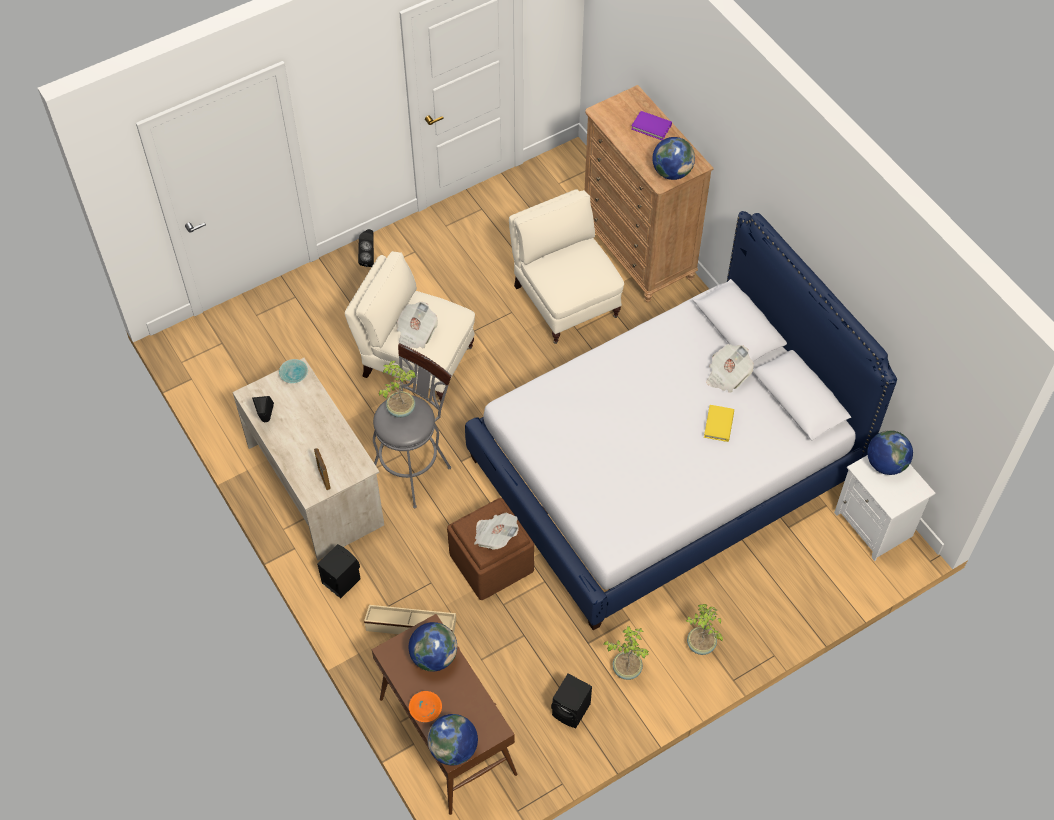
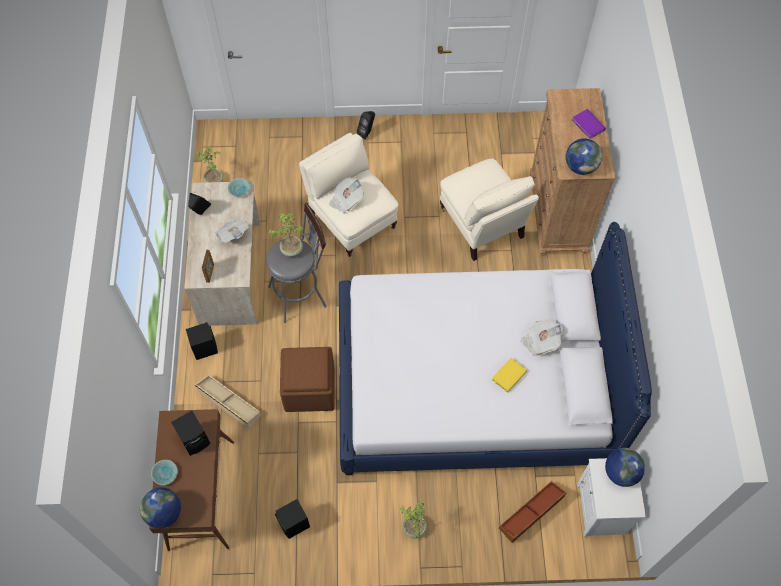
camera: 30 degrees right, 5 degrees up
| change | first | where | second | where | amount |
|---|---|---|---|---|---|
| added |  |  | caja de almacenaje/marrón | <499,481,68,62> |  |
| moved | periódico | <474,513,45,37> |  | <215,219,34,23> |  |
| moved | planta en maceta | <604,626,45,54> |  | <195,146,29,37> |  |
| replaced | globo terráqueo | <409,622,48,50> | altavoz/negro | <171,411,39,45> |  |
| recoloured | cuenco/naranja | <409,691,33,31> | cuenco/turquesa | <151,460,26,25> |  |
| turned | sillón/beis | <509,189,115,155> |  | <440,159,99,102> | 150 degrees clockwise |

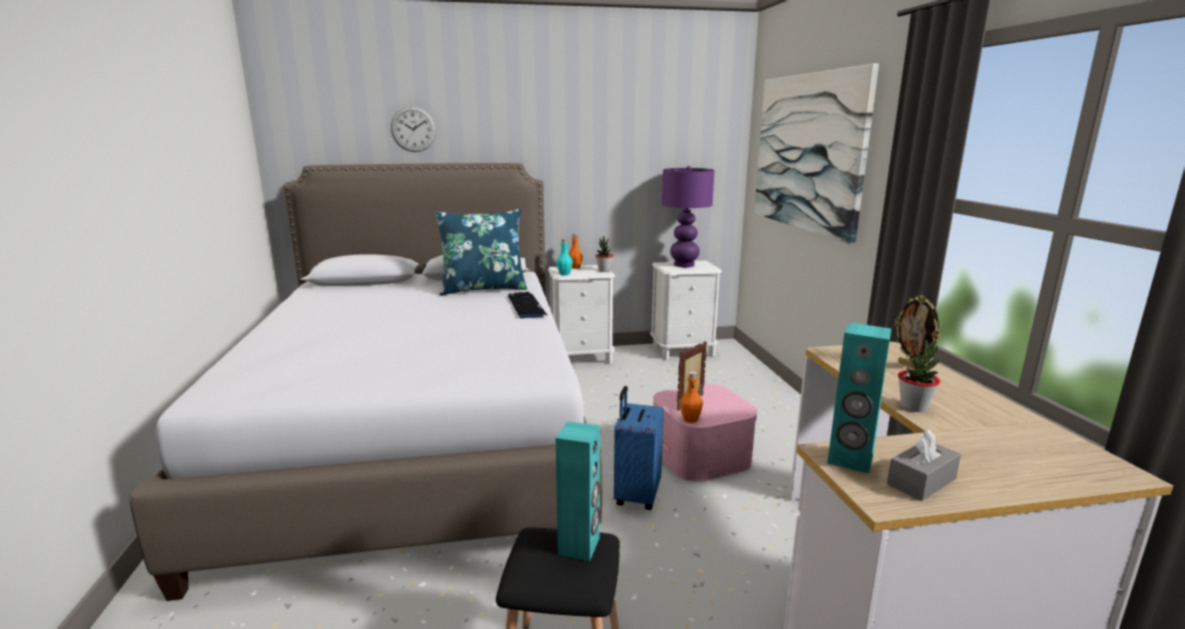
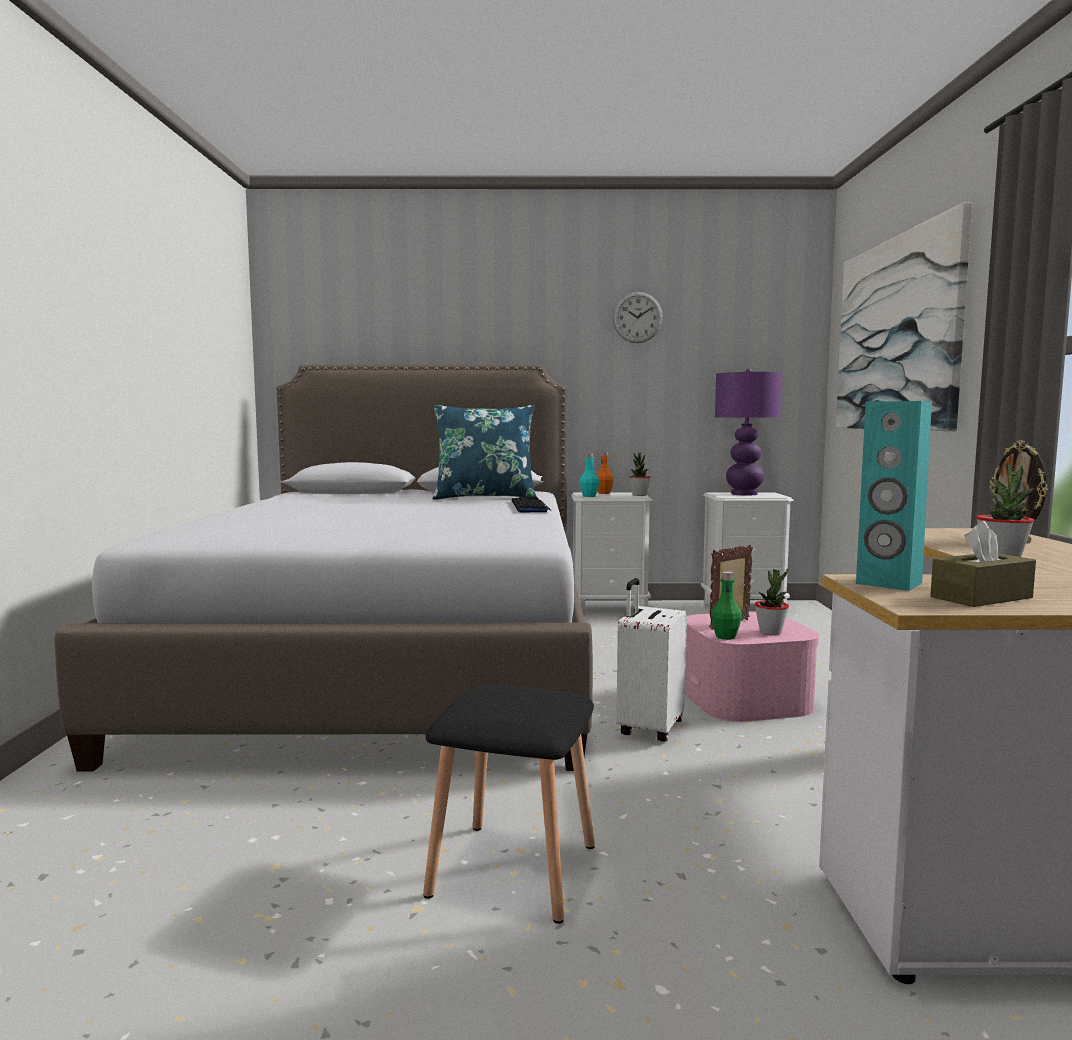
camera: 10 degrees right, 10 degrees down
| change | first | where | second | where | amount |
|---|---|---|---|---|---|
| removed | altavoz/turquesa | <556,421,44,140> |  |  |  |
| added |  |  | planta en maceta | <755,569,34,66> |  |
| moved | reloj de pared | <391,106,45,46> |  | <612,292,51,51> |  |
| recoloured | maleta/azul | <614,386,50,124> | maleta/blanco | <616,578,71,164> |  |
| recoloured | botella/naranja | <680,371,23,52> | botella/verde | <711,572,31,68> |  |
| recoloured | caja de pañuelos/gris | <887,429,74,72> | caja de pañuelos/marrón | <930,521,106,86> |  |

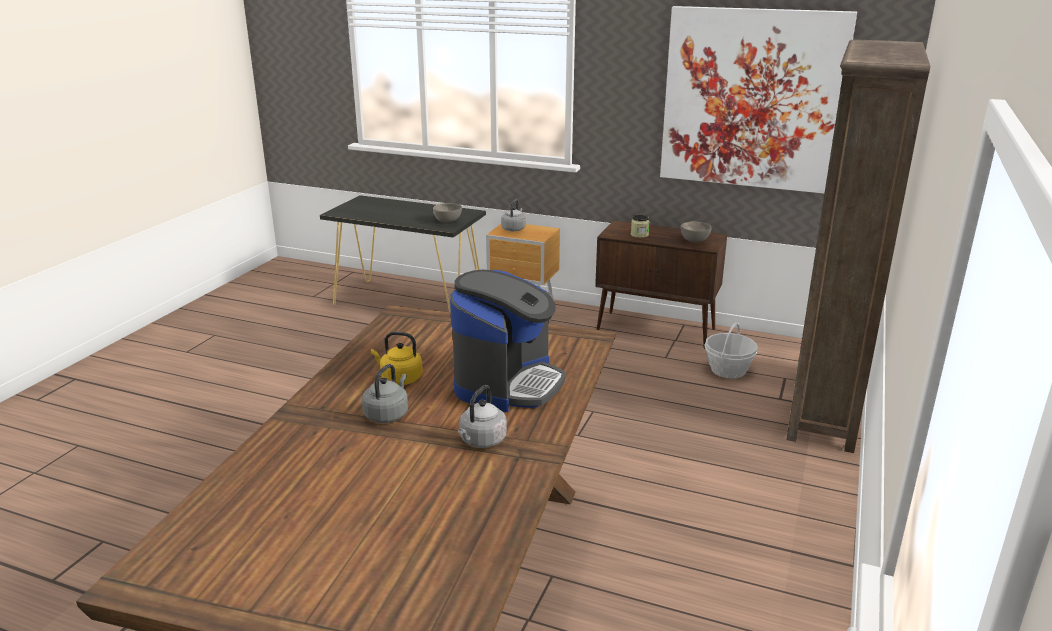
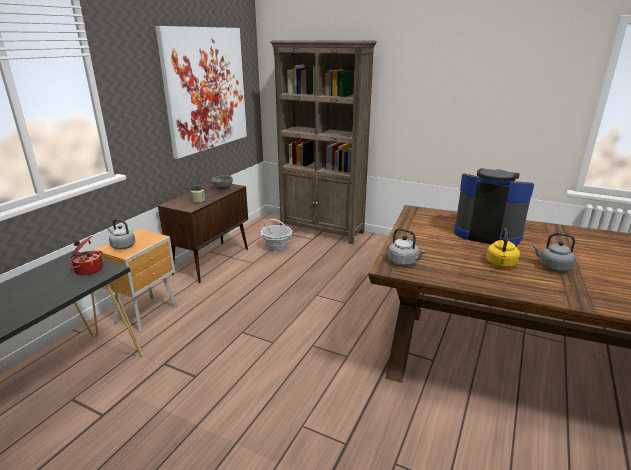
camera: 85 degrees left, 0 degrees up
| change | first | where | second | where | amount |
|---|---|---|---|---|---|
| moved | hervidor/gris | <458,385,49,63> |  | <388,228,38,38> |  |
| replaced | cuenco/gris | <433,203,29,20> | olla | <69,236,34,39> |  |

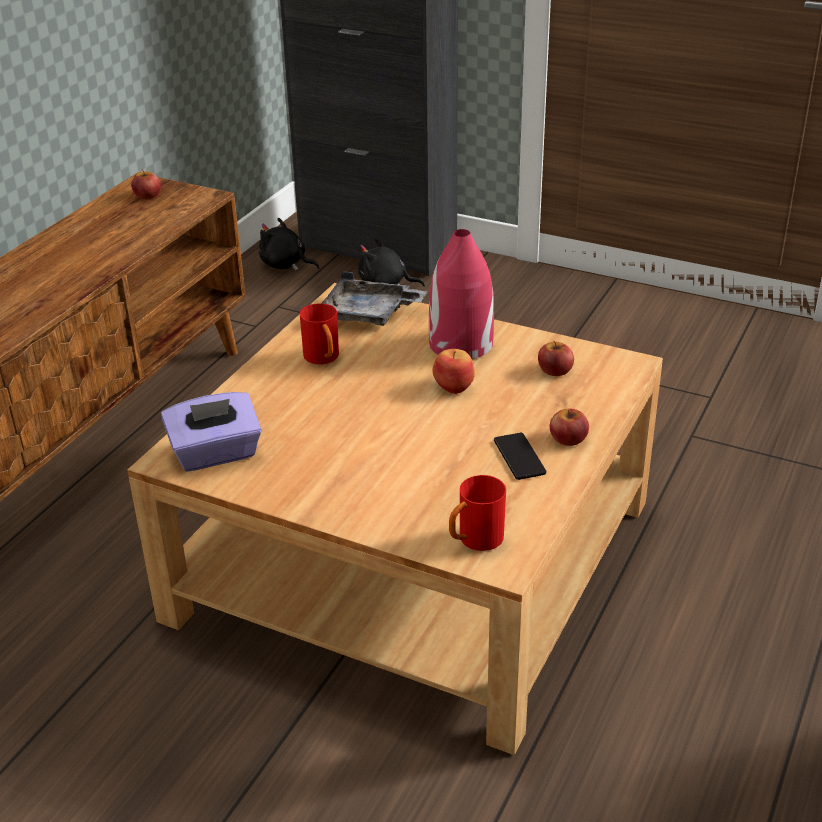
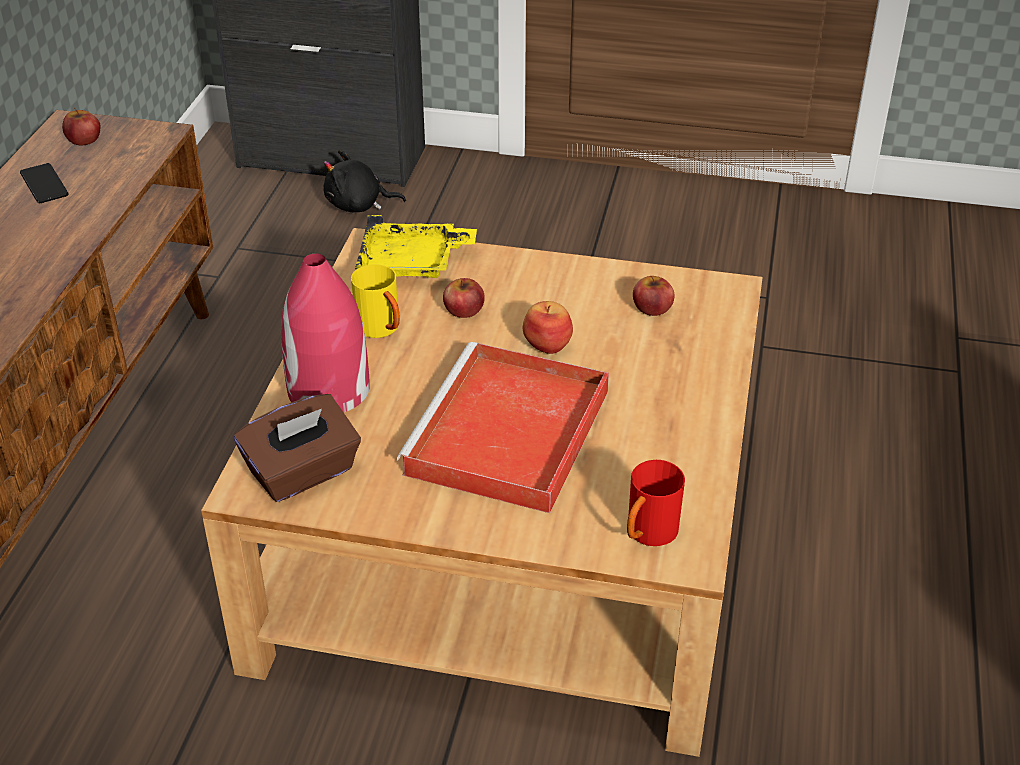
camera: 15 degrees left, 5 degrees up
| change | first | where | second | where | amount |
|---|---|---|---|---|---|
| removed | peluche/negro | <259,218,60,53> |  |  |  |
| added |  |  | bandeja/rojo | <397,342,212,171> |  |
| moved | florero/rojo | <429,229,65,130> |  | <281,254,89,158> |  |
| moved | móvil | <494,433,53,47> |  | <20,163,48,40> |  |
| moved | manzana | <550,409,39,37> |  | <443,278,42,40> |  |
| recoloured | caja de pañuelos/morado | <161,392,101,80> | caja de pañuelos/marrón | <234,394,127,108> |  |
| recoloured | taza grande/rojo | <300,303,39,61> | taza grande/amarillo | <351,264,49,74> |  |
| recoloured | bandeja/gris | <322,271,105,55> | bandeja/amarillo | <355,215,122,63> |  |

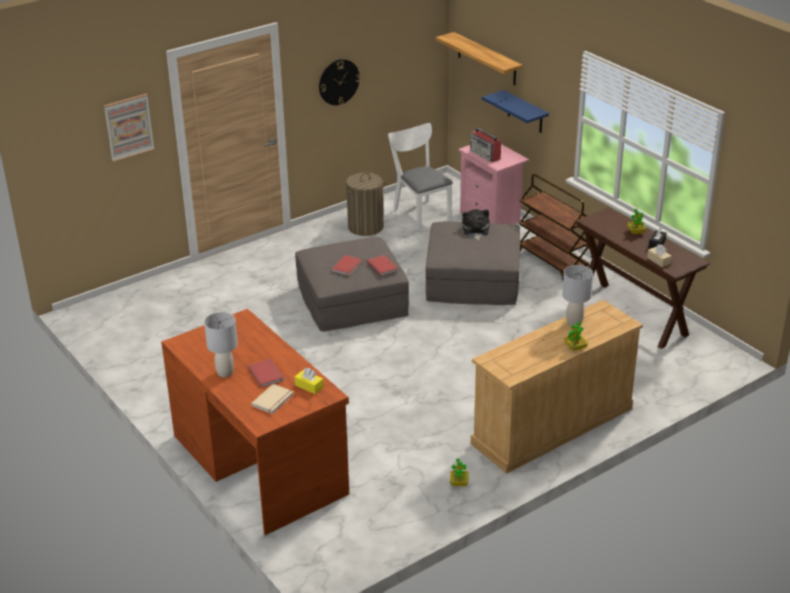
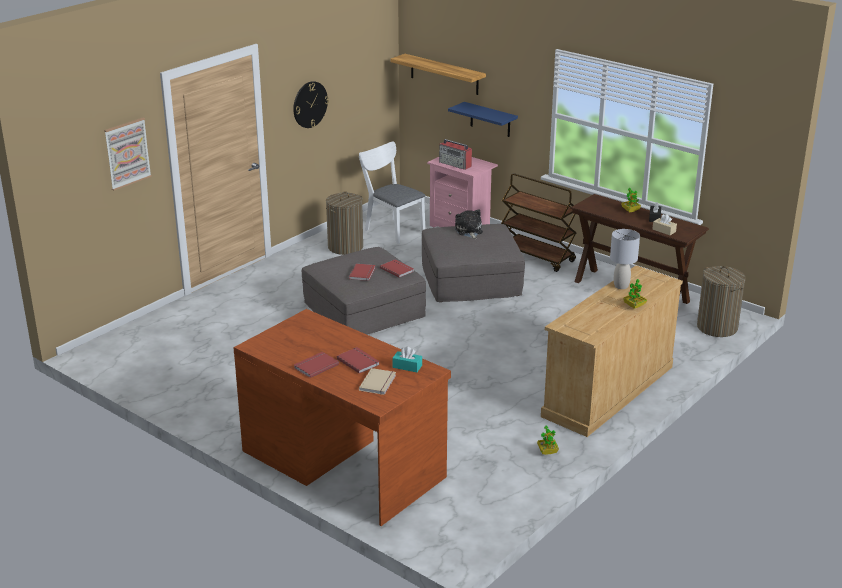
camera: 15 degrees left, 5 degrees down
| change | first | where | second | where | amount |
|---|---|---|---|---|---|
| added |  |  | cesto de la ropa | <697,266,49,71> |  |
| replaced | lámpara de mesa/gris | <204,312,34,65> | libro/rojo | <294,352,45,26> |  |
| recoloured | caja de pañuelos/amarillo | <295,368,29,26> | caja de pañuelos/turquesa | <392,347,30,25> |  |

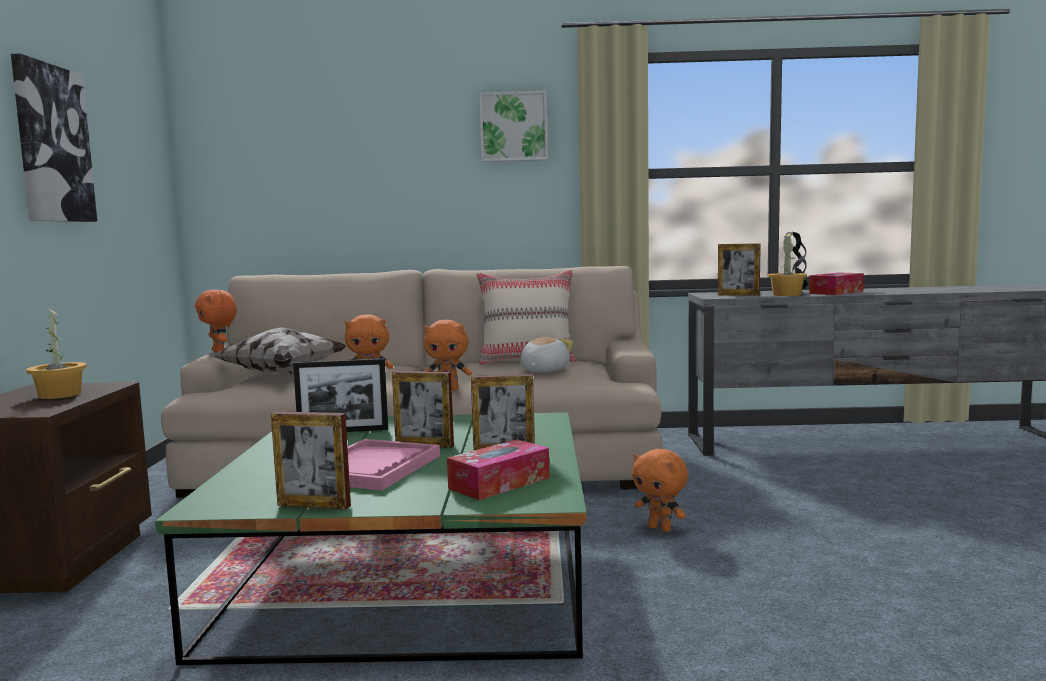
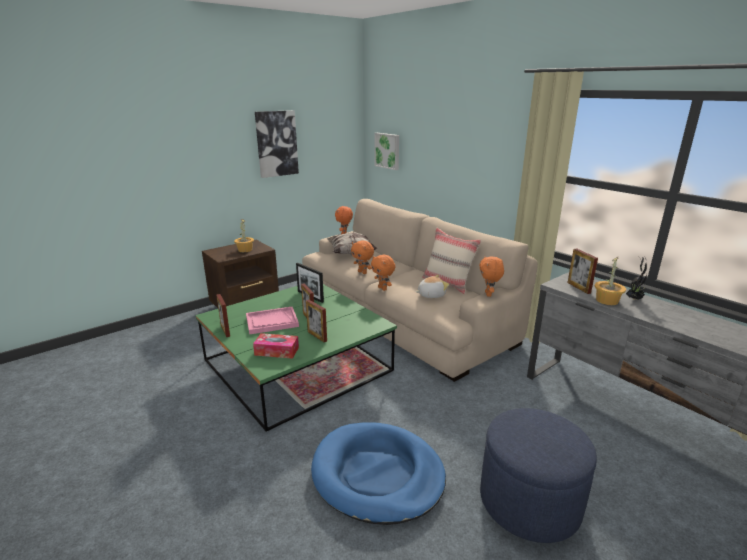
camera: 50 degrees right, 15 degrees up
| change | first | where | second | where | amount |
|---|---|---|---|---|---|
| removed | caja de pañuelos | <809,272,55,23> |  |  |  |
| added |  |  | cama para perro/azul | <311,422,135,103> |  |
| added |  |  | puf/azul | <480,408,117,135> |  |
| moved | cuadro | <479,91,69,71> |  | <374,133,25,37> |  |
| moved | peluche/naranja | <632,449,56,83> |  | <479,256,25,41> |  |

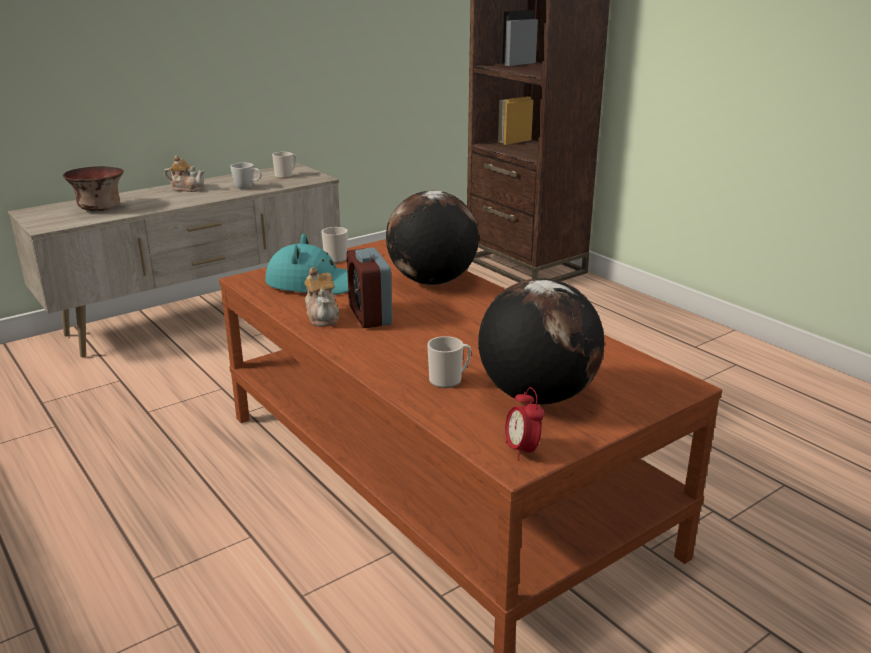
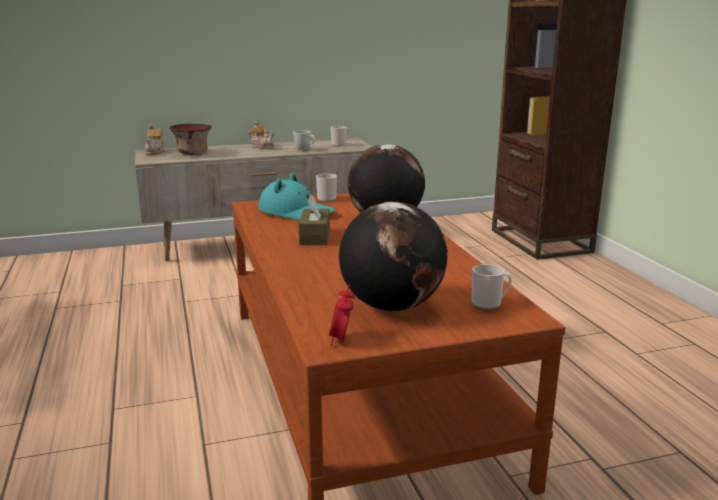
camera: 20 degrees right, 5 degrees down
| change | first | where | second | where | amount |
|---|---|---|---|---|---|
| moved | tetera | <304,267,35,60> |  | <145,124,20,31> |  |
| moved | taza grande | <428,336,43,52> |  | <472,264,40,46> |  |
| replaced | despertador | <347,247,45,81> | caja de pañuelos/marrón | <299,195,31,50> |  |

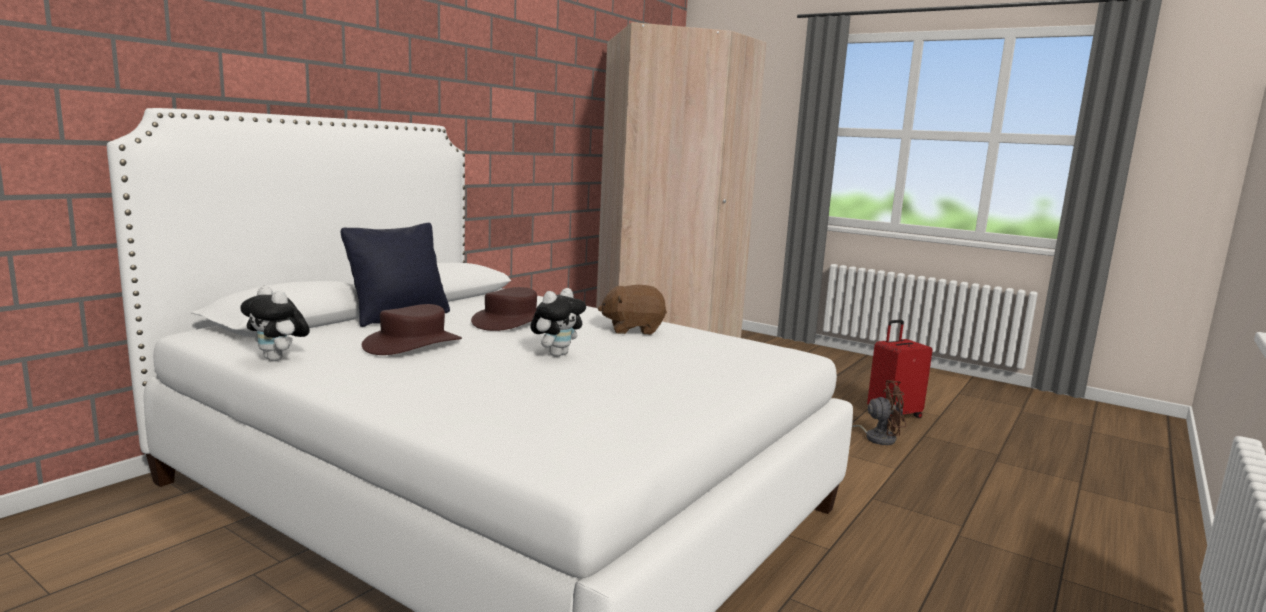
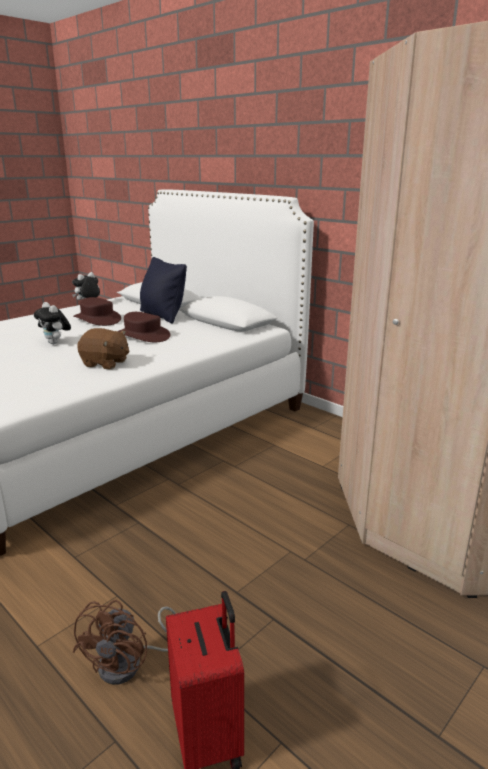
camera: 100 degrees right, 10 degrees up
| change | first | where | second | where | amount |
|---|---|---|---|---|---|
| turned | peluche/marrón | <598,285,69,50> |  | <77,328,52,41> | 105 degrees clockwise |

